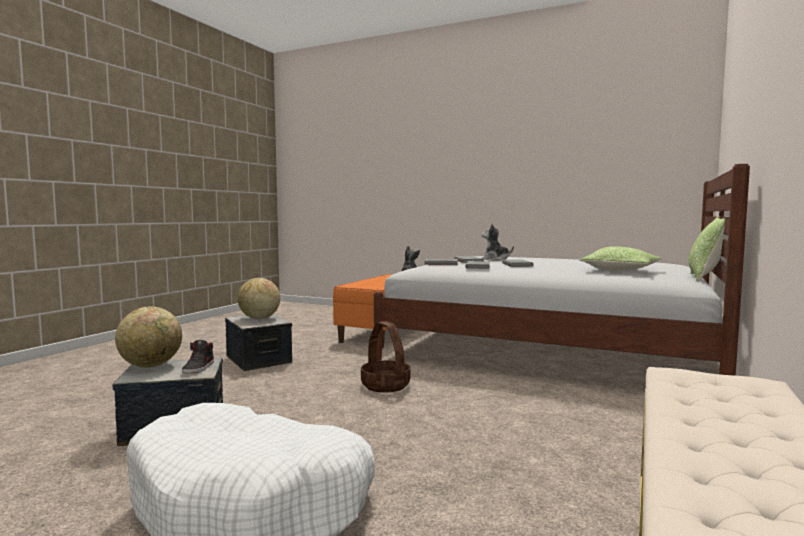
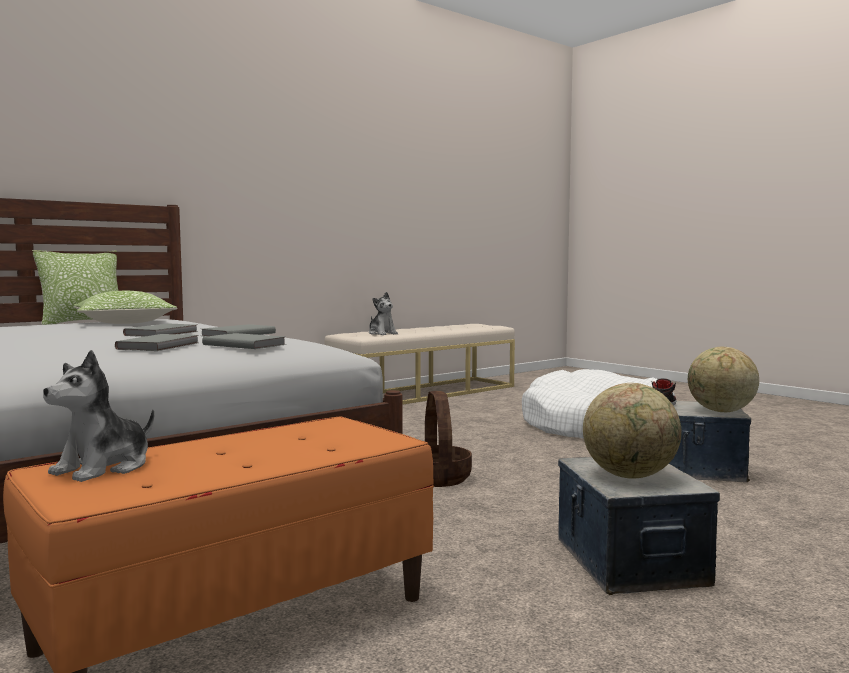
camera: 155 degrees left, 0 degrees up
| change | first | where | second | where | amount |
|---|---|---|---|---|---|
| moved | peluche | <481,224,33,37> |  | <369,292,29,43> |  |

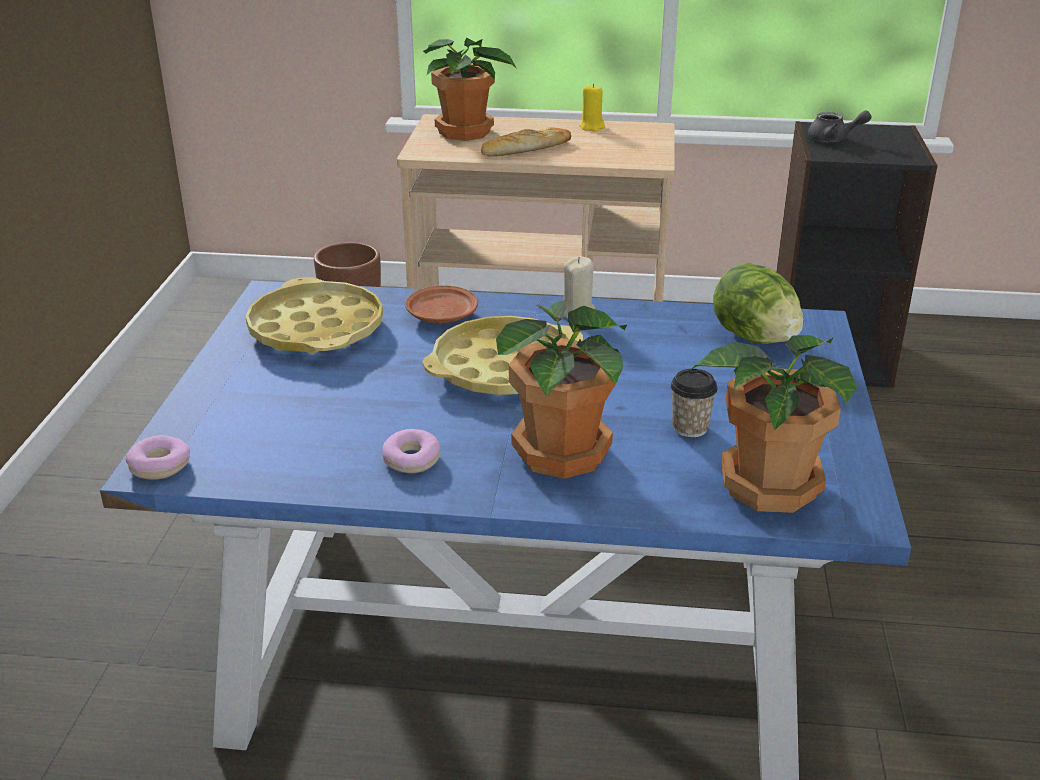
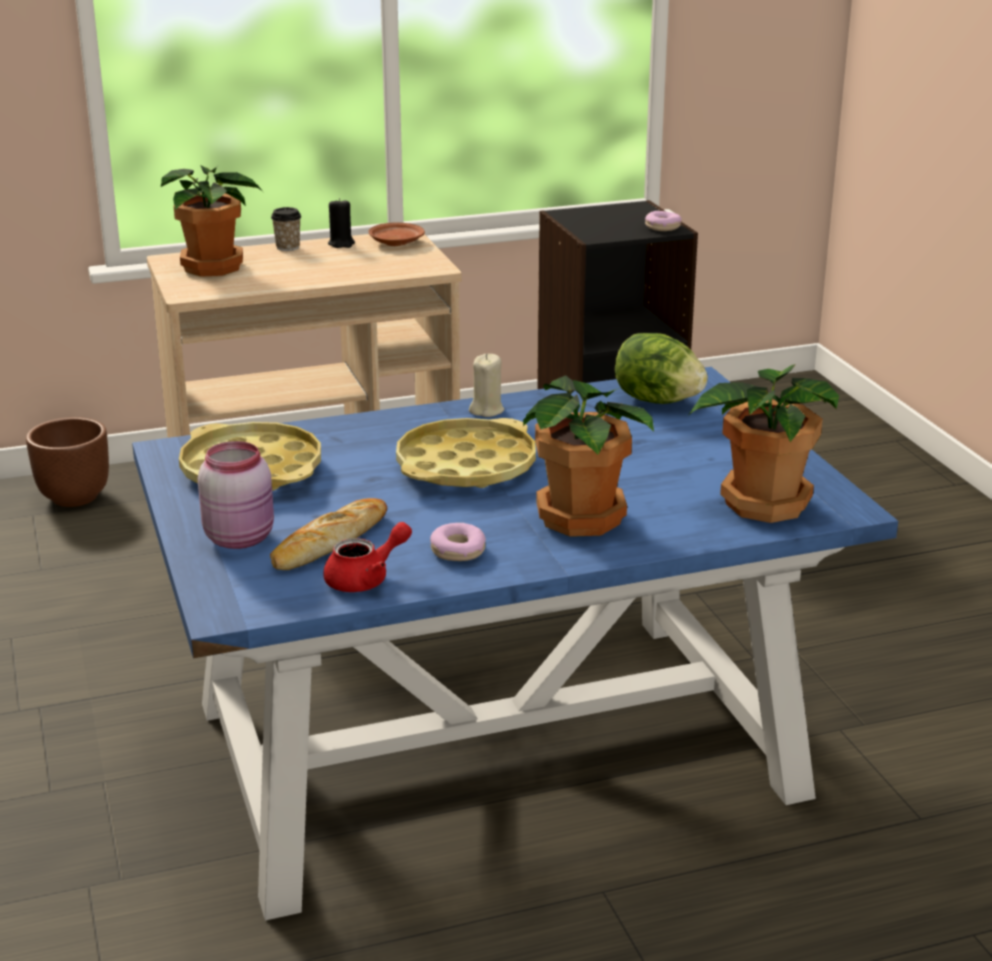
camera: 25 degrees left, 5 degrees down
| change | first | where | second | where | amount |
|---|---|---|---|---|---|
| removed | tetera/gris | <808,111,64,31> |  |  |  |
| added |  |  | tarro/rosa | <198,441,76,108> |  |
| added |  |  | tetera/rojo | <323,522,89,70> |  |
| moved | rosquilla | <126,435,64,45> |  | <645,211,37,20> |  |
| moved | plato/marrón | <405,285,73,38> |  | <368,223,57,23> |  |
| moved | pan | <481,127,90,29> |  | <270,498,117,72> |  |
| moved | taza | <671,369,47,68> |  | <271,207,30,44> |  |
| recoloured | vela/amarillo | <579,84,26,48> | vela/negro | <328,198,27,50> |  |

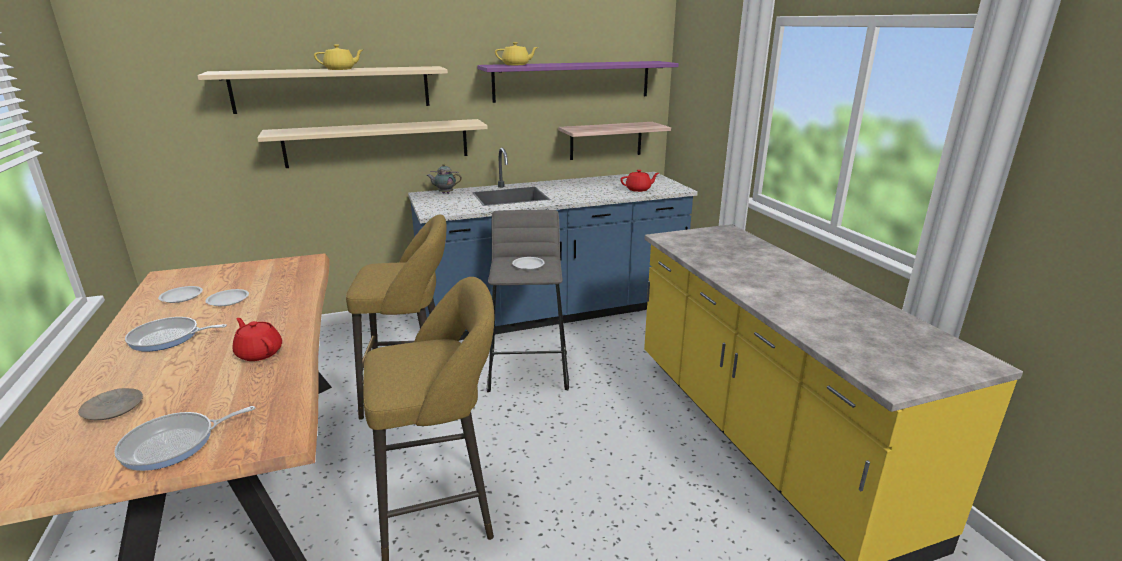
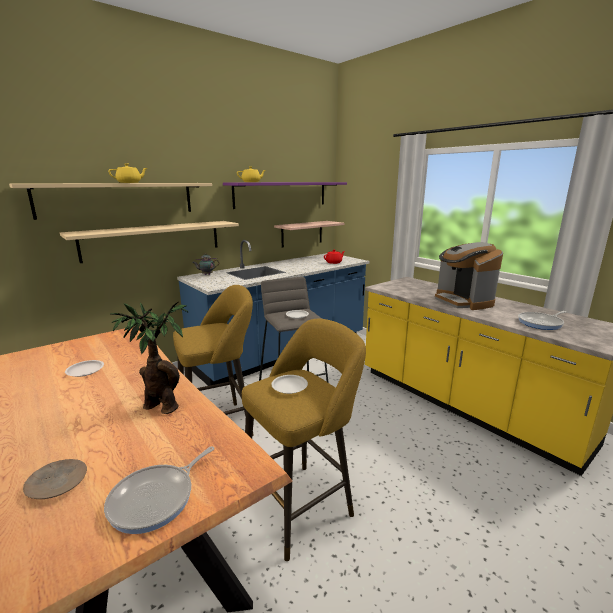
camera: 20 degrees left, 5 degrees down
| change | first | where | second | where | amount |
|---|---|---|---|---|---|
| added |  |  | cafetera | <435,242,68,68> |  |
| moved | sartén | <125,317,102,35> |  | <518,311,48,19> |  |
| moved | plato/blanco | <158,286,45,17> |  | <271,375,37,19> |  |
| replaced | tetera/rojo | <233,318,49,43> | planta en maceta | <111,302,78,112> |  |

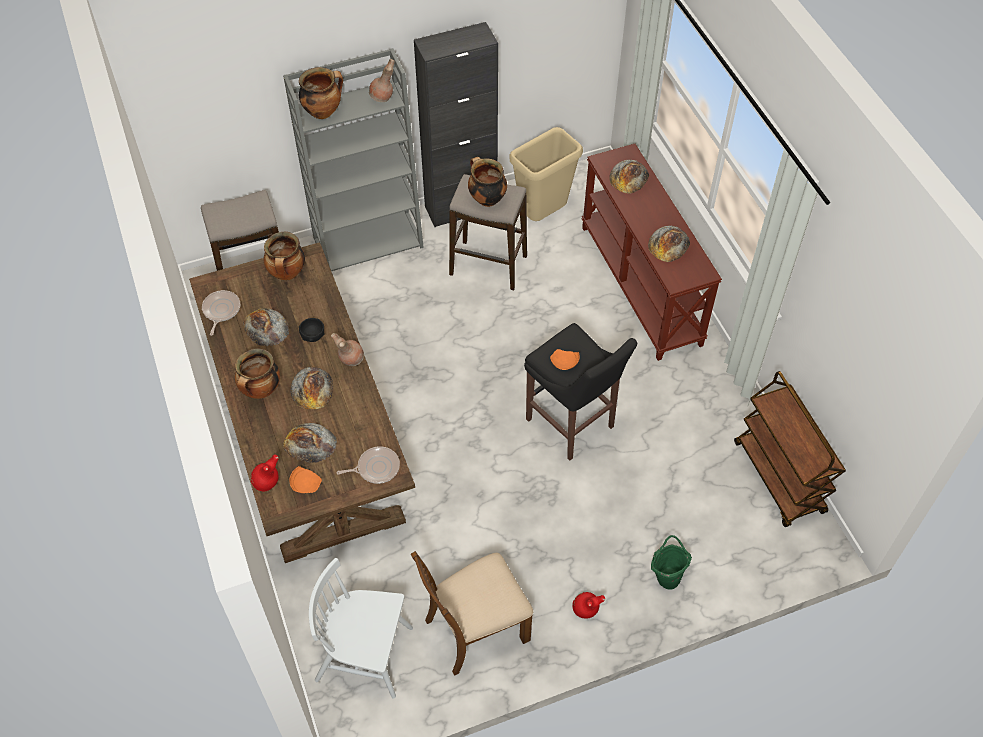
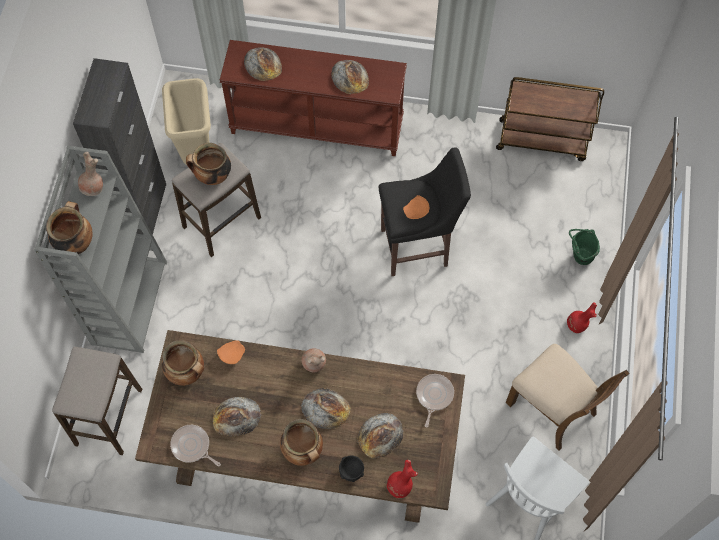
camera: 60 degrees left, 10 degrees up
| change | first | where | second | where | amount |
|---|---|---|---|---|---|
| moved | plato/naranja | <289,466,33,27> |  | <217,340,28,24> |  |
| moved | cuenco/negro | <299,318,26,24> |  | <339,455,25,27> |  |
| turned | silla/marrón | <411,551,122,125> |  | <506,344,123,107> | 45 degrees counterclockwise |

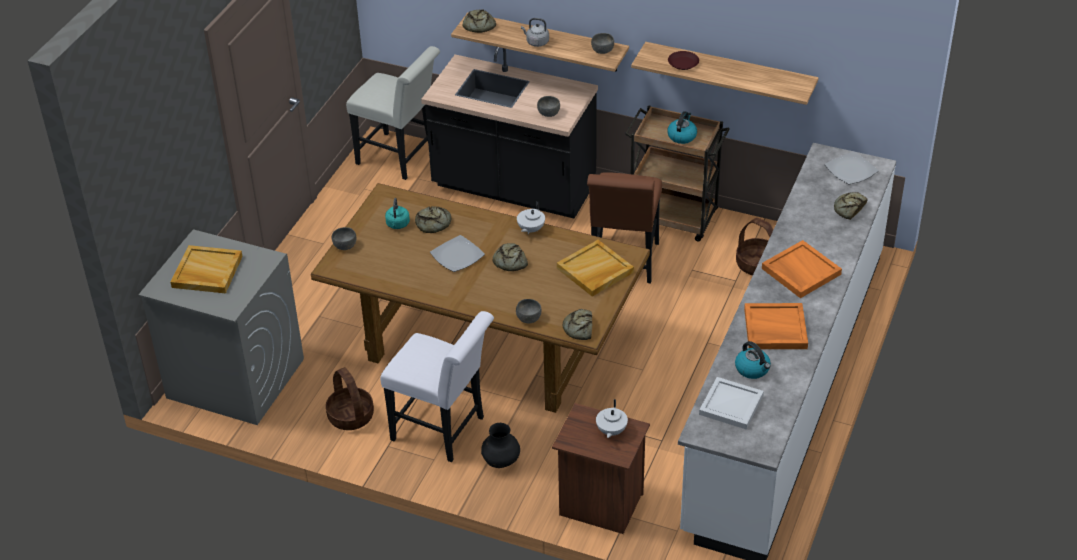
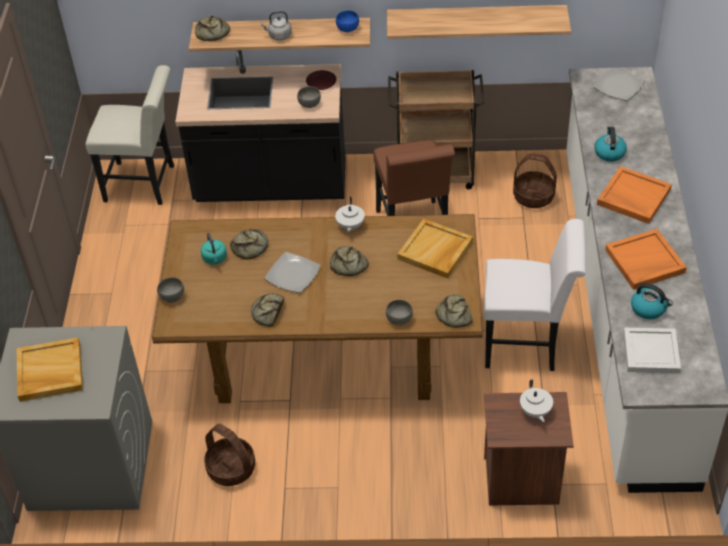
camera: 20 degrees left, 5 degrees up
| change | first | where | second | where | amount |
|---|---|---|---|---|---|
| removed | florero/negro | <481,423,39,45> |  |  |  |
| moved | silla/blanco | <380,311,114,151> |  | <484,219,102,152> |  |
| moved | hervidor | <667,111,30,33> |  | <594,126,33,36> |  |
| moved | plato/marrón | <668,51,31,19> |  | <306,70,30,20> |  |
| moved | pan | <834,192,34,28> |  | <251,293,33,34> |  |
| recoloured | cuenco/gris | <591,33,23,21> | cuenco/azul | <336,10,23,22> |  |

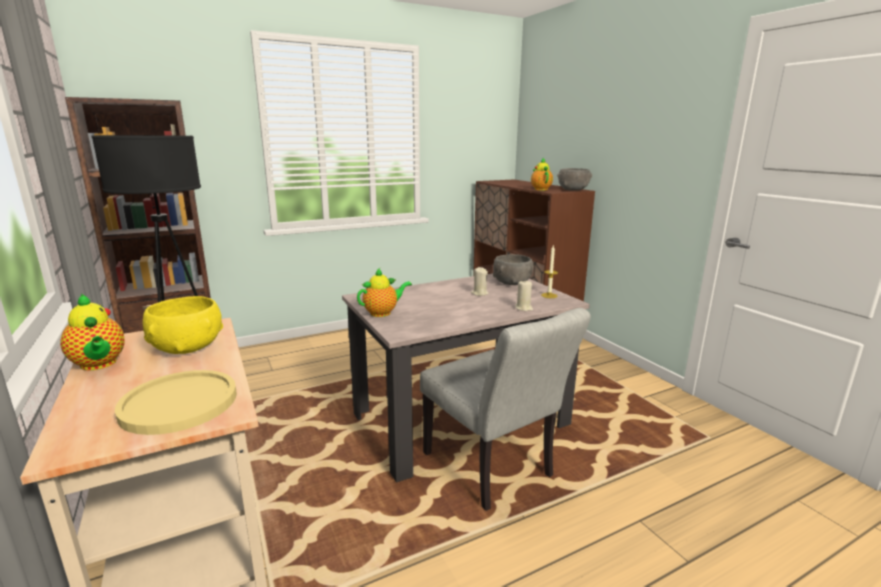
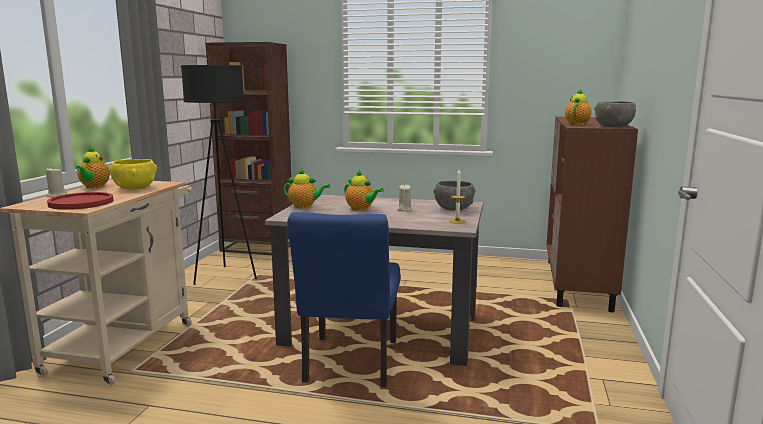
camera: 40 degrees right, 5 degrees down
| change | first | where | second | where | amount |
|---|---|---|---|---|---|
| added |  |  | tetera | <344,170,40,41> |  |
| moved | vela/beis | <515,279,18,32> |  | <46,167,21,30> |  |
| recoloured | plato/amarillo | <115,370,122,65> | plato/rojo | <47,192,66,18> |  |
| recoloured | silla/gris | <420,308,171,203> | silla/azul | <287,212,114,175> |  |

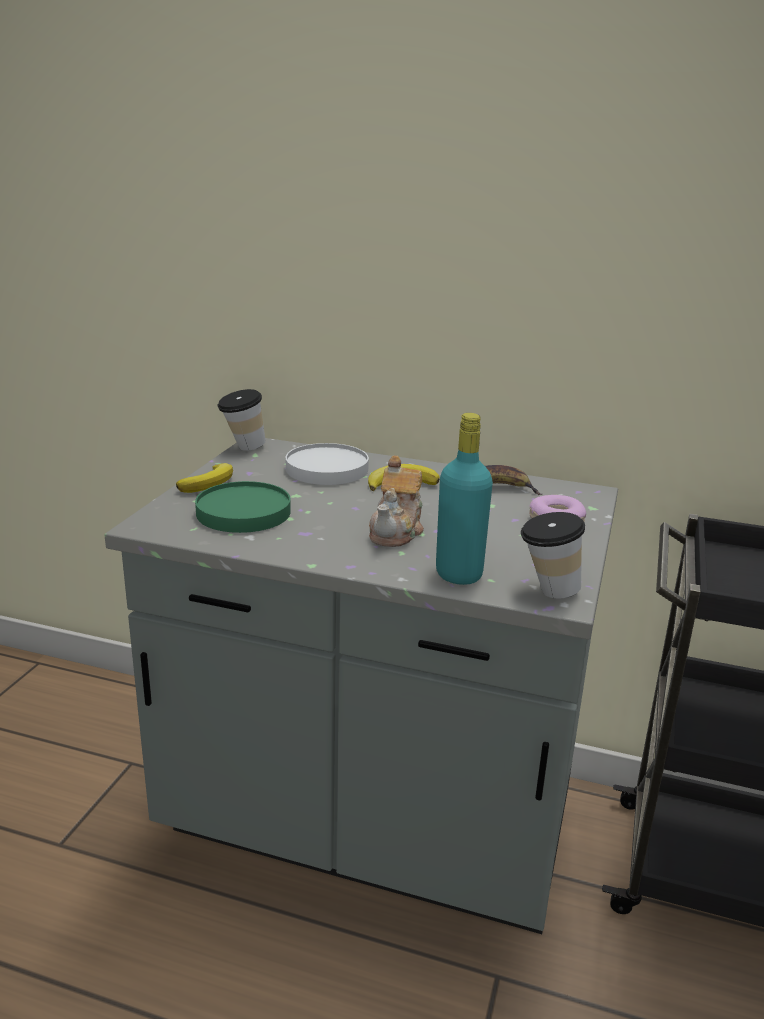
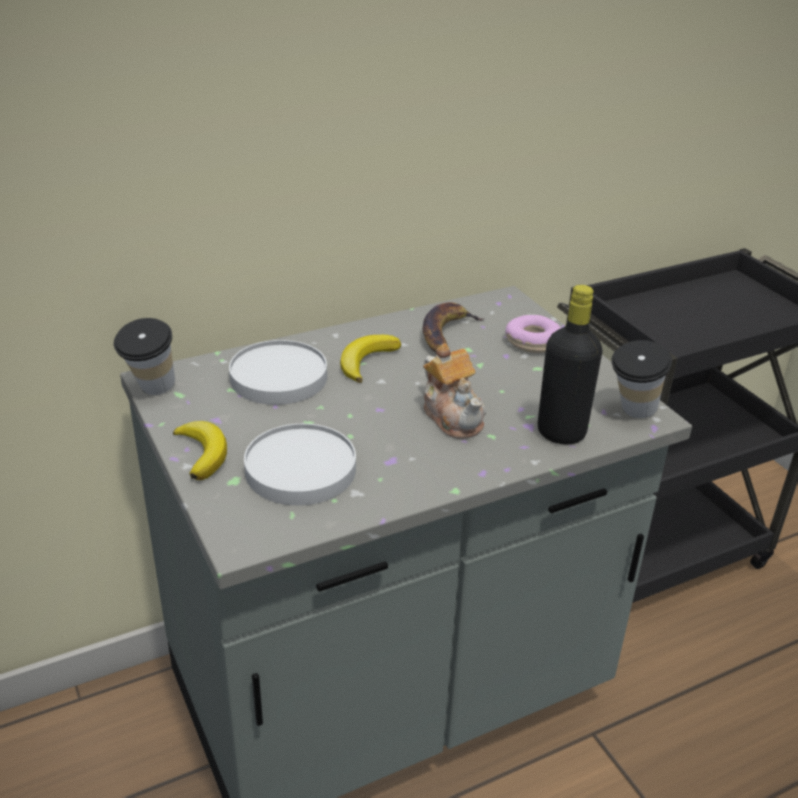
camera: 45 degrees left, 10 degrees up
| change | first | where | second | where | amount |
|---|---|---|---|---|---|
| recoloured | plato/verde | <195,481,96,52> | plato/blanco | <244,423,112,82> |  |
| recoloured | botella/turquesa | <436,413,57,172> | botella/negro | <538,285,65,159> |  |

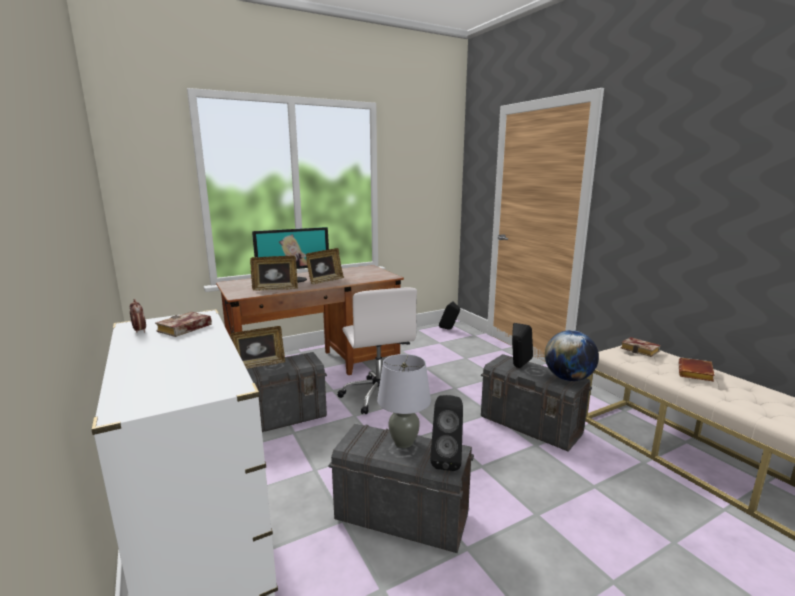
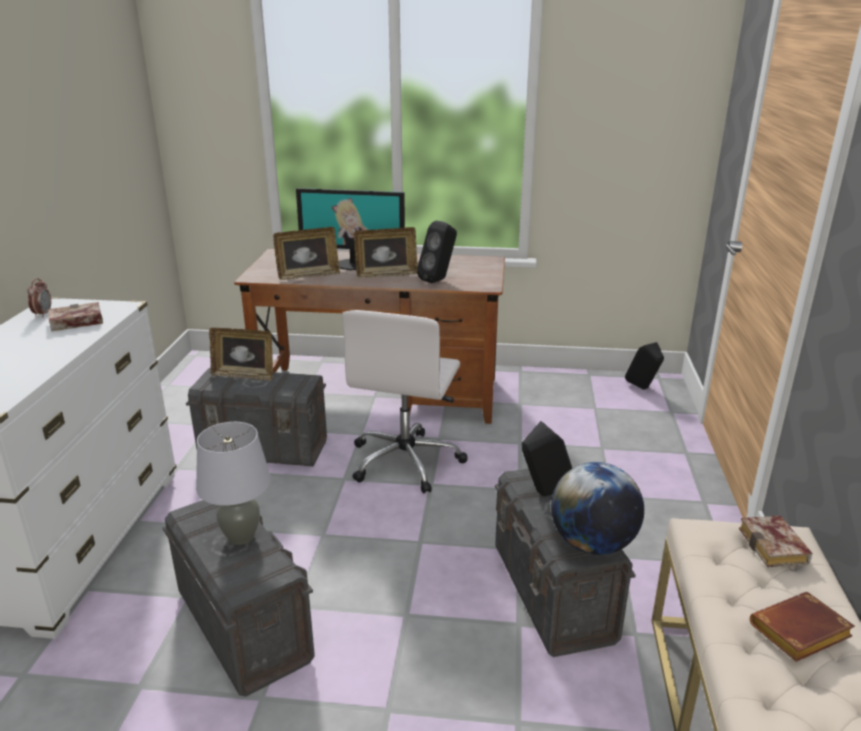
camera: 35 degrees right, 10 degrees up
| change | first | where | second | where | amount |
|---|---|---|---|---|---|
| moved | altavoz/negro | <430,395,33,76> |  | <417,220,40,63> |  |
| turned | portarretratos | <250,256,48,35> |  | <273,227,67,53> | 45 degrees counterclockwise |

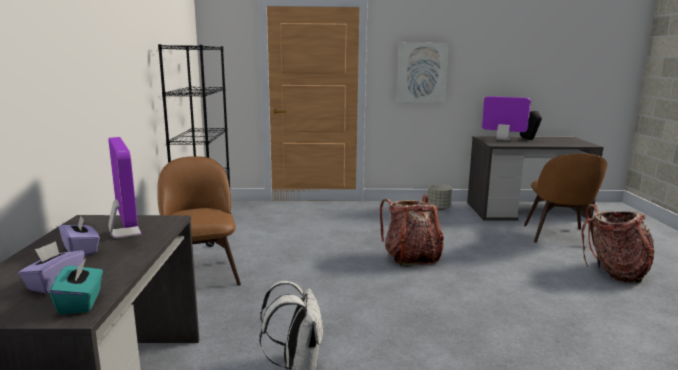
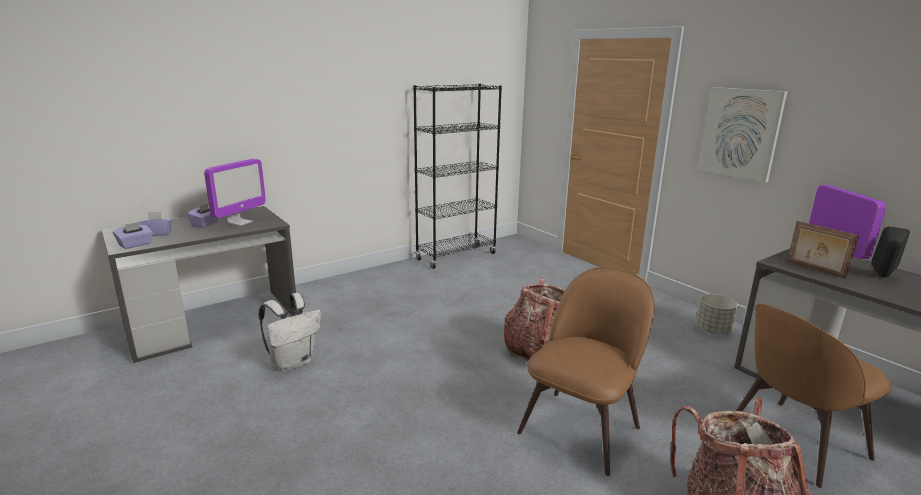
camera: 55 degrees right, 5 degrees up
| change | first | where | second | where | amount |
|---|---|---|---|---|---|
| added |  |  | portarretratos | <787,221,72,58> |  |
| moved | silla/marrón | <157,156,84,130> |  | <517,267,138,209> |  |
| recoloured | caja de pañuelos/turquesa | <50,258,53,57> | caja de pañuelos/morado | <113,222,40,27> |  |

